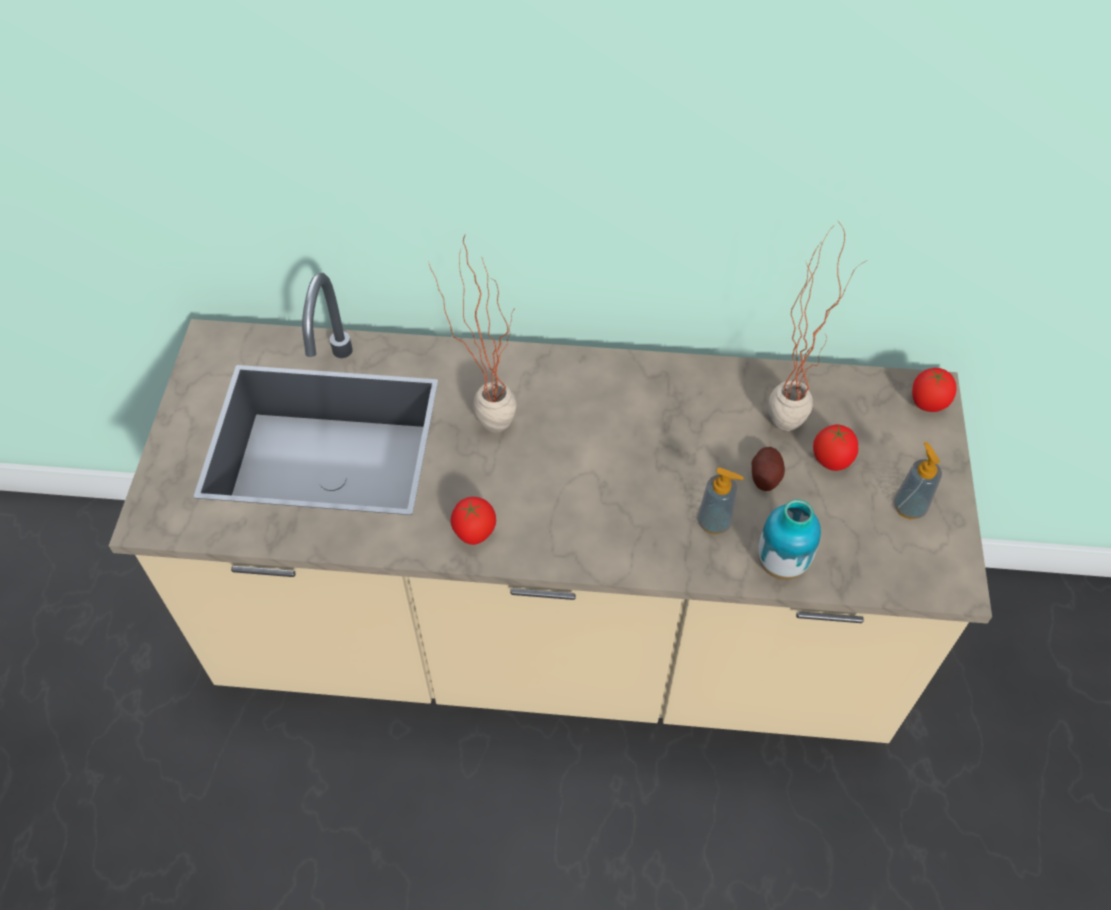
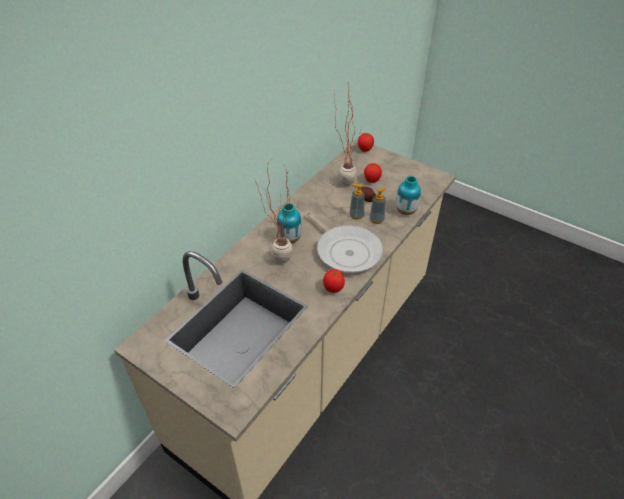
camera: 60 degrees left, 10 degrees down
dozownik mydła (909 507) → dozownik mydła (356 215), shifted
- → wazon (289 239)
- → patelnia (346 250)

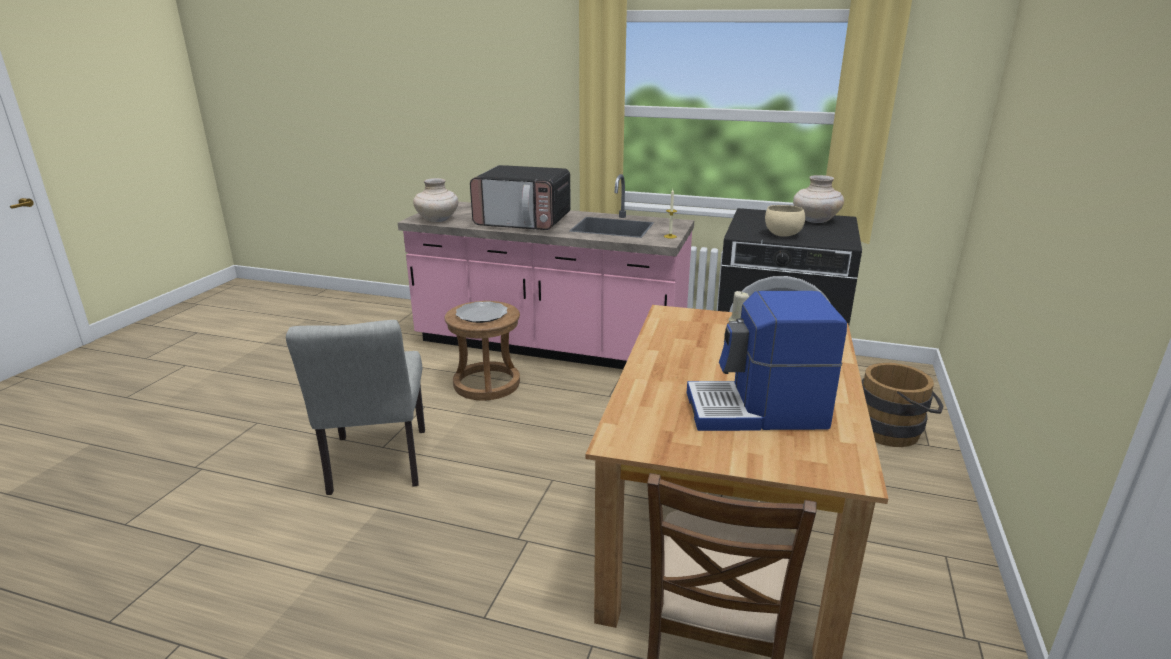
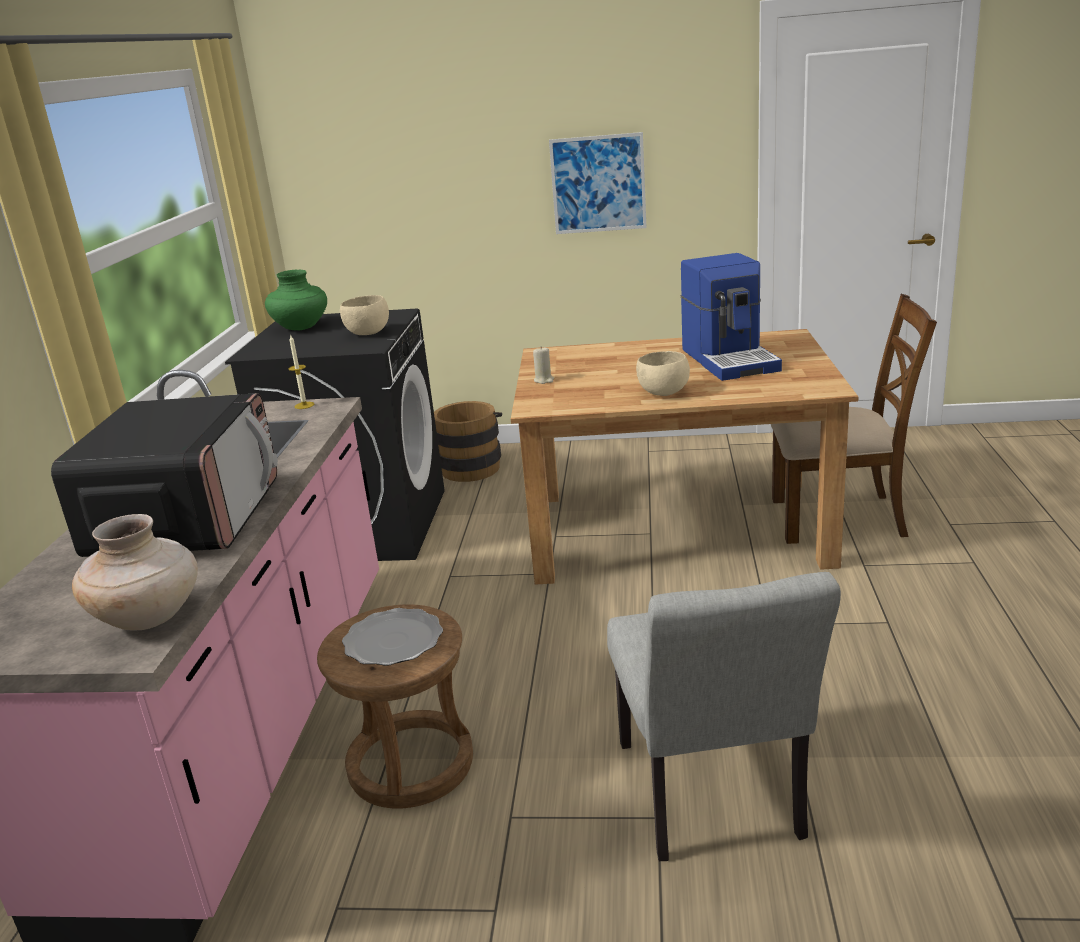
camera: 100 degrees left, 0 degrees up
wazon [beżowy] (815 221) → wazon [zielony] (301 327)
krzesło [szary] (376 466) → krzesło [szary] (713 800), 105 degrees clockwise
- → obraz (598 184)
- → miska [beżowy] (662 393)

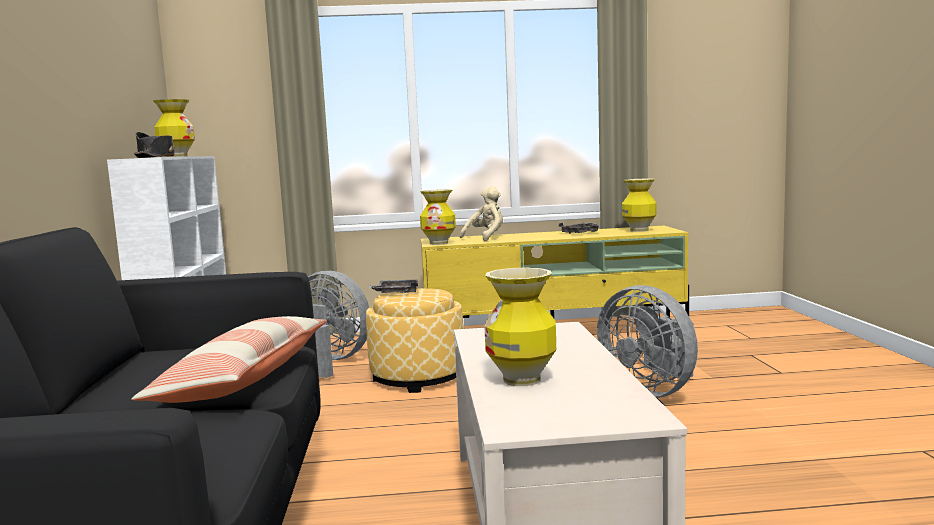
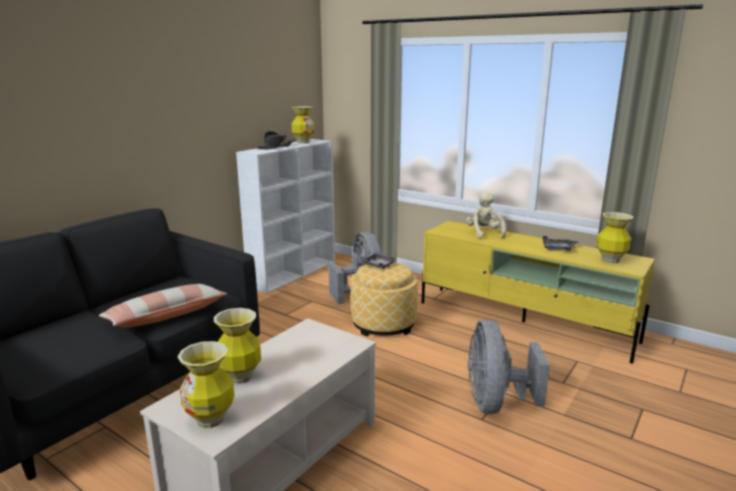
camera: 40 degrees right, 10 degrees up
pluszak [beżowy] (486 237) → pluszak [beżowy] (484 233), 90 degrees counterclockwise
wazon (439 243) → wazon (211 420), shifted

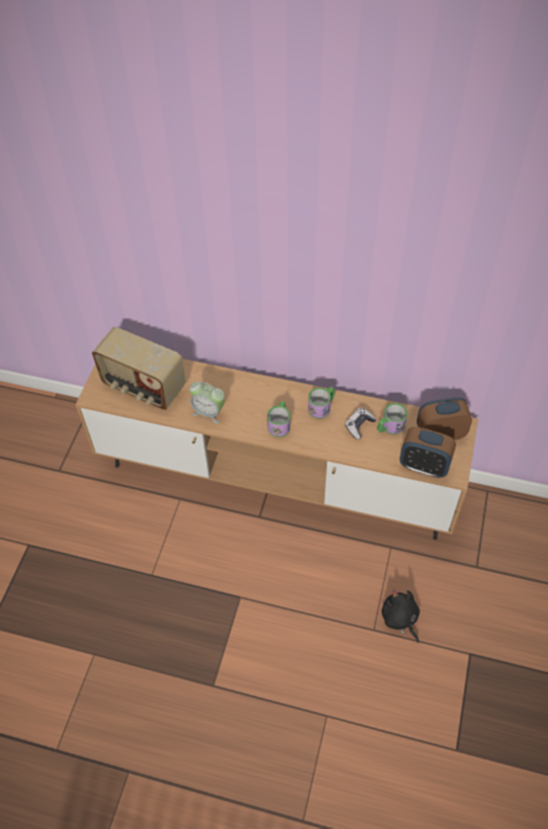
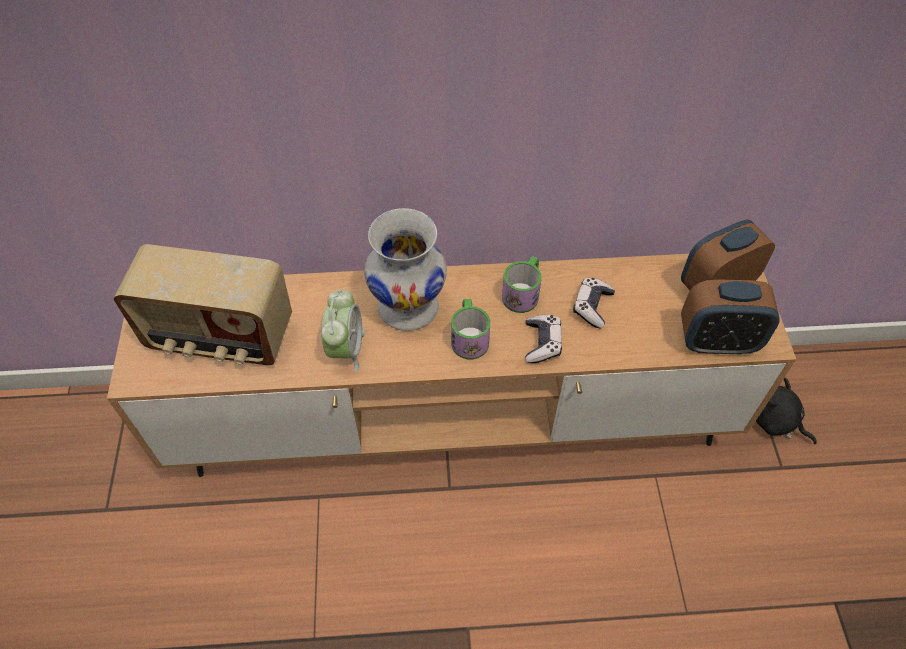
camera: 20 degrees left, 0 degrees up
budzik (208 412) → budzik (346 349), 90 degrees counterclockwise
kubek (389 427) → -
pluszak [czarny] (400 618) → pluszak [czarny] (775 421), shifted
- → wazon [biały] (407 308)
- → pad do gier (542 343)

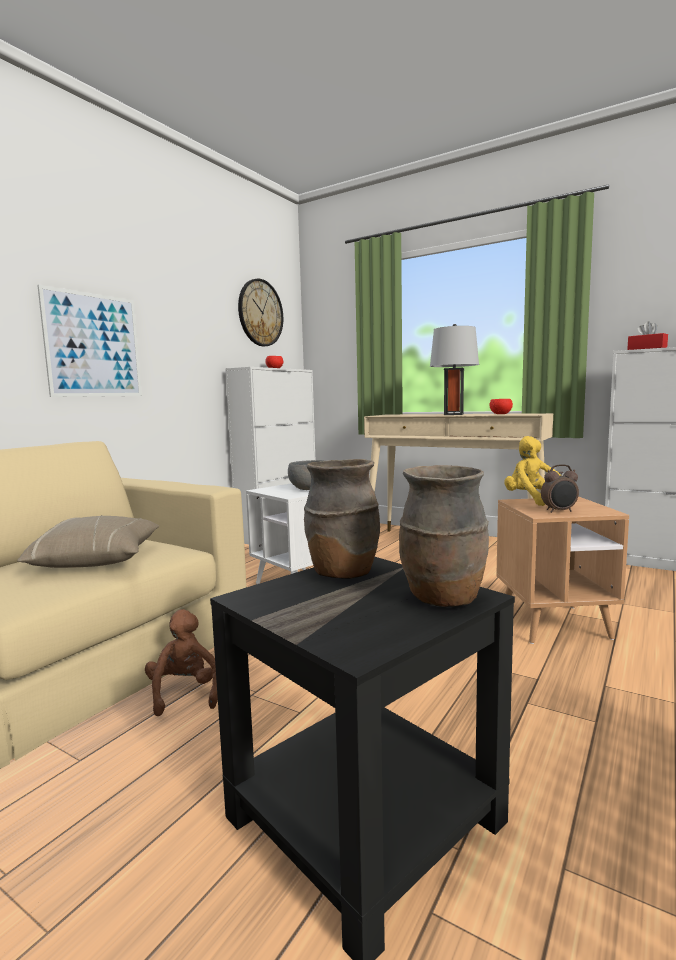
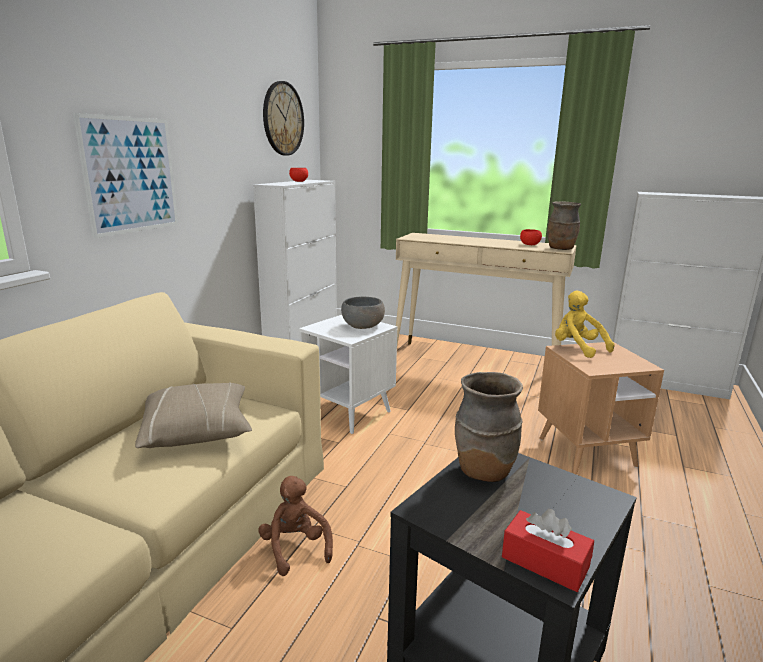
camera: 10 degrees left, 10 degrees up
pudełko chusteczek [czerwony] (647 349) → pudełko chusteczek [czerwony] (545 562), shifted
lampa stołowa [szary] (453 414) → -
budzik (559 511) → -
wazon [brązowy] (443 599) → wazon [brązowy] (561 249), shifted

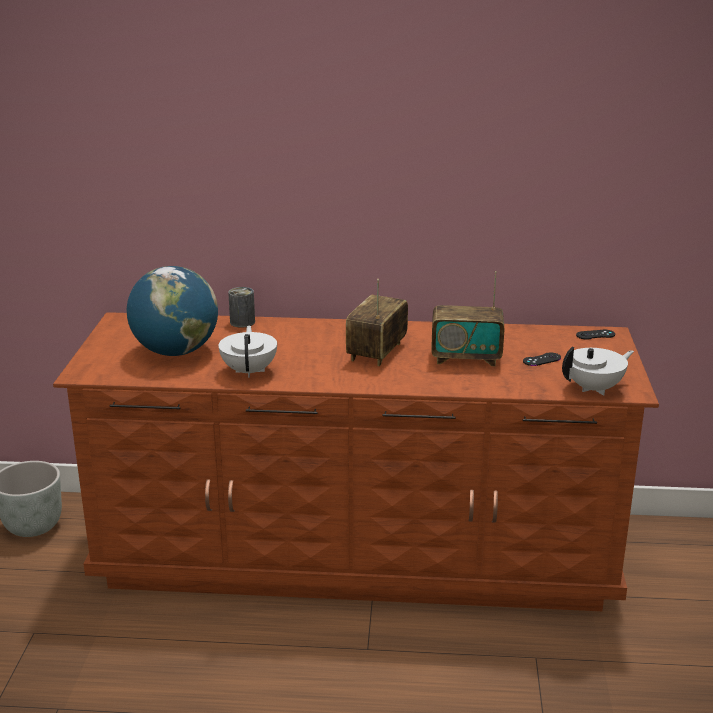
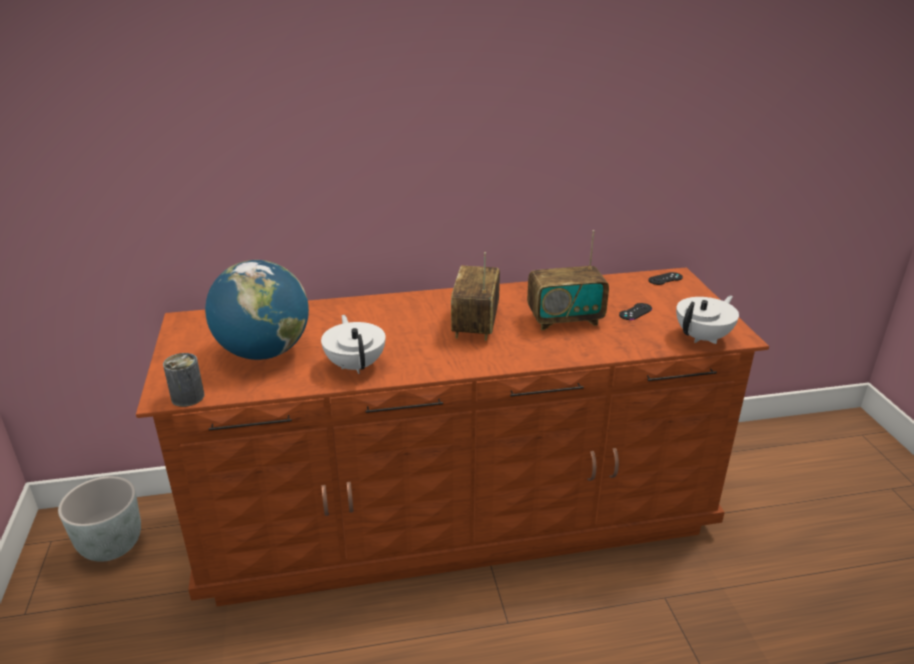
camera: 15 degrees left, 5 degrees up
puszka (242 322) → puszka (187 397), shifted

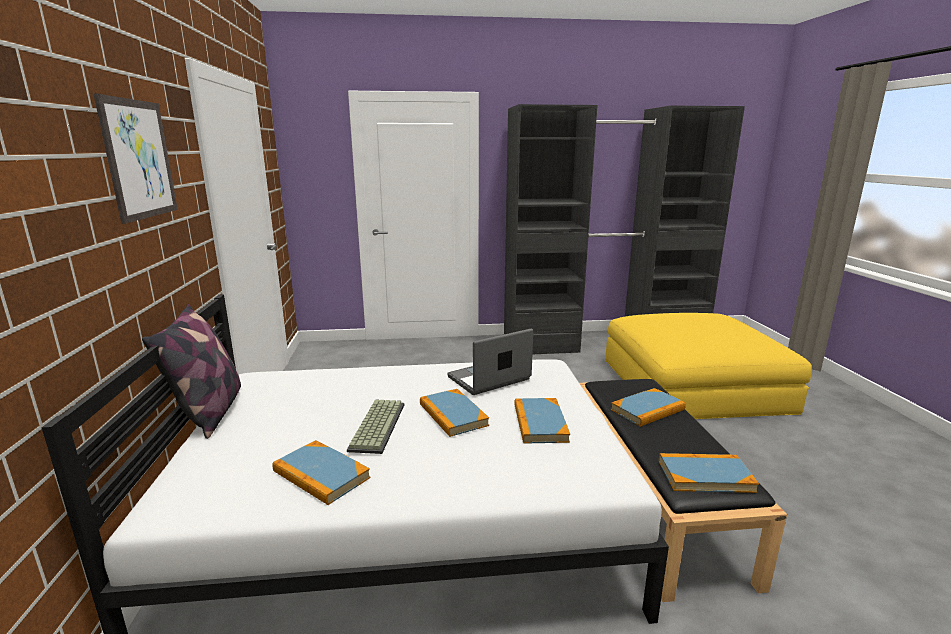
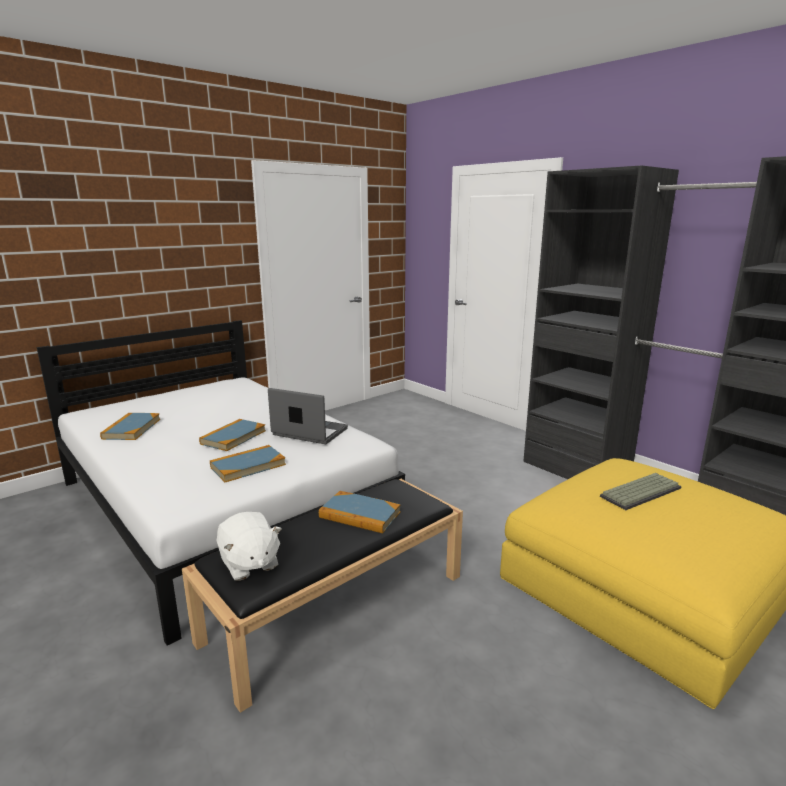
camera: 55 degrees right, 0 degrees up
obraz (139 159) → -
poduszka (210 412) → -
klawiatura (376 426) → klawiatura (640 491), shifted
książka (705 476) → pluszak [biały] (249 564)

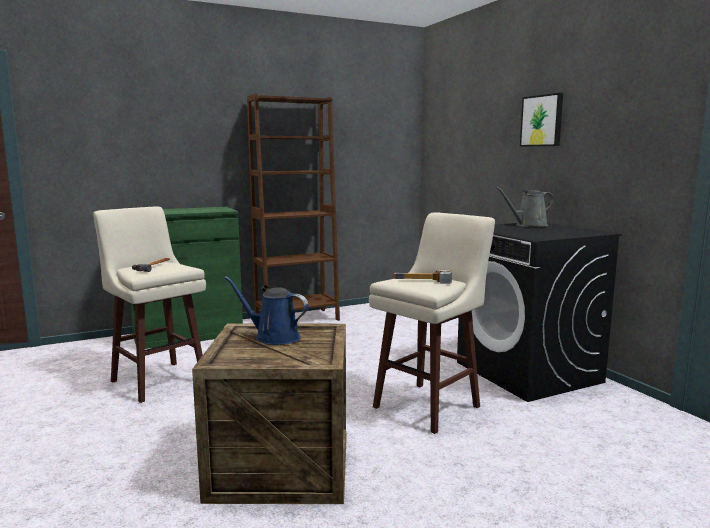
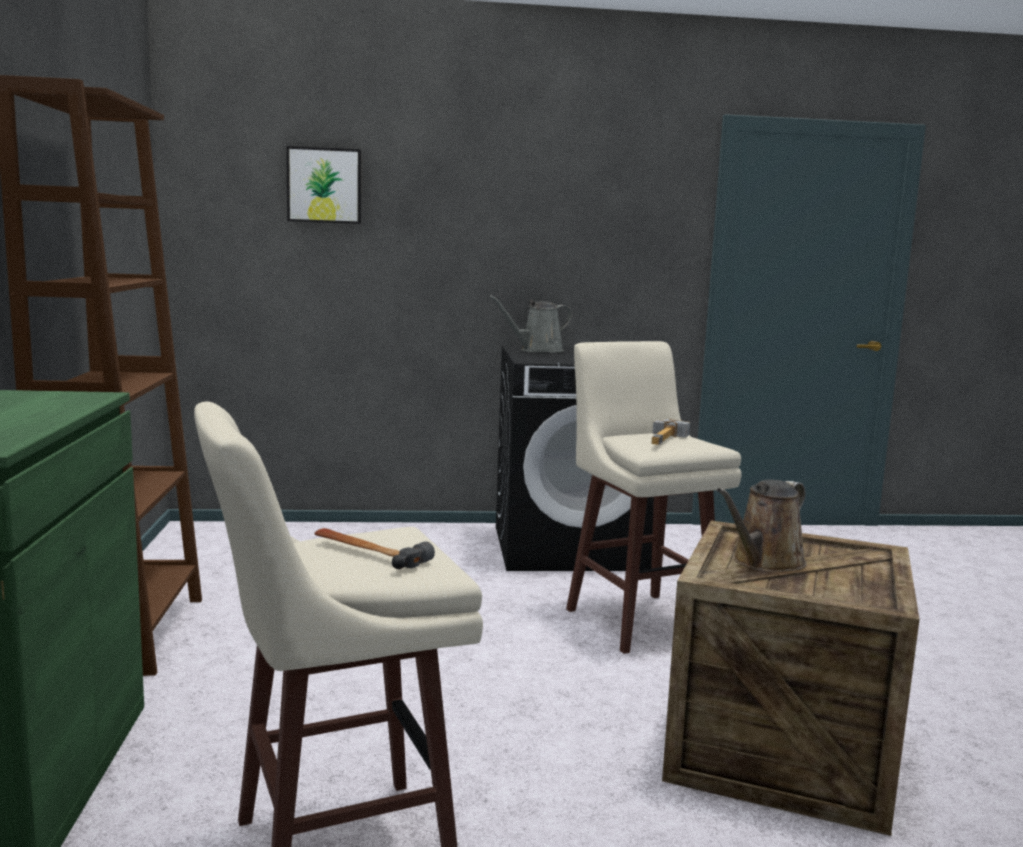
camera: 70 degrees left, 0 degrees up
obraz (542 121) → obraz (324 185), shifted
konewka [szary] (528 225) → konewka [szary] (537 350), 60 degrees clockwise
konewka [niebieski] (273 337) → konewka [brązowy] (764 562)

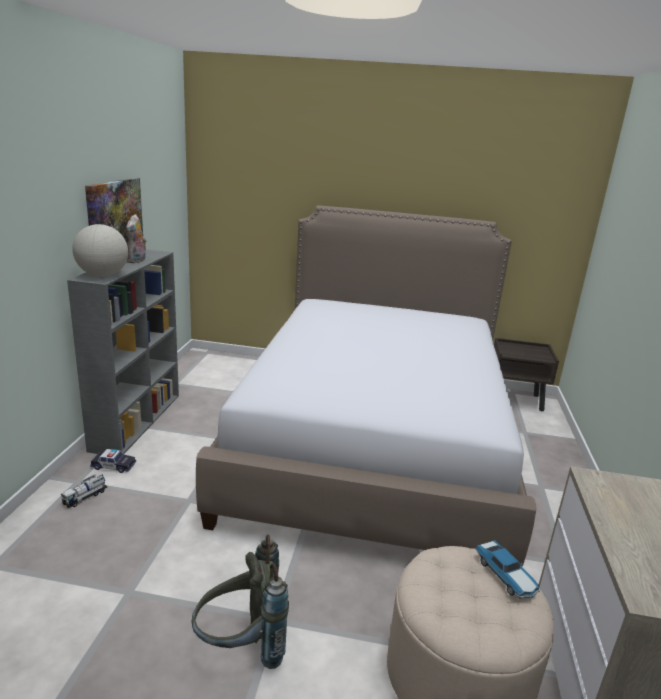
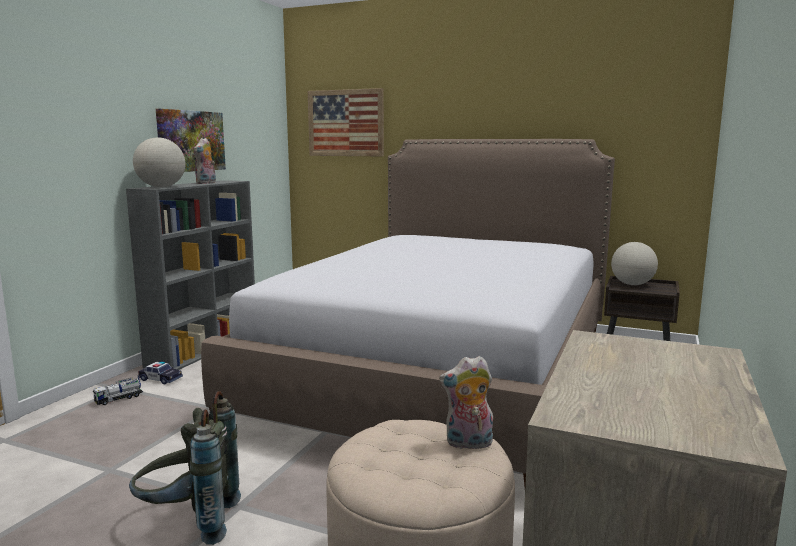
camera: 15 degrees right, 10 degrees down
samochodzik (506 576) → pluszak (468 444)
- → obraz (345 123)
- → globus (632 284)

